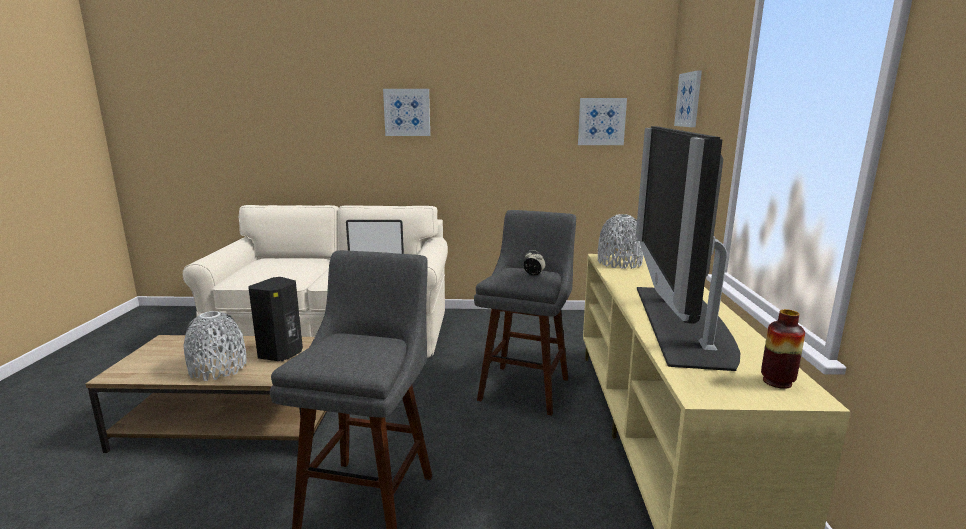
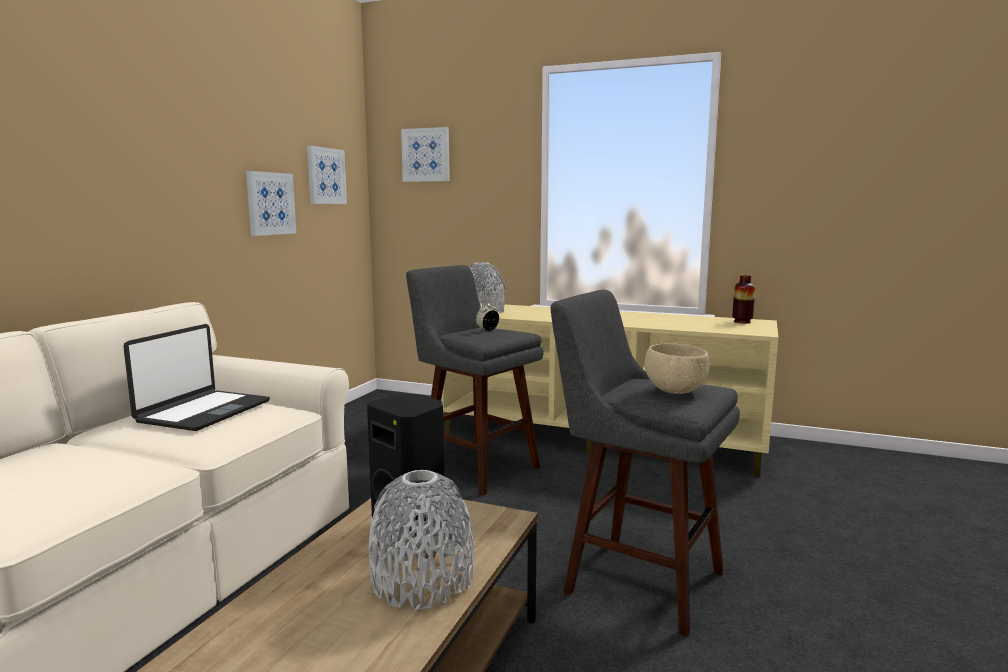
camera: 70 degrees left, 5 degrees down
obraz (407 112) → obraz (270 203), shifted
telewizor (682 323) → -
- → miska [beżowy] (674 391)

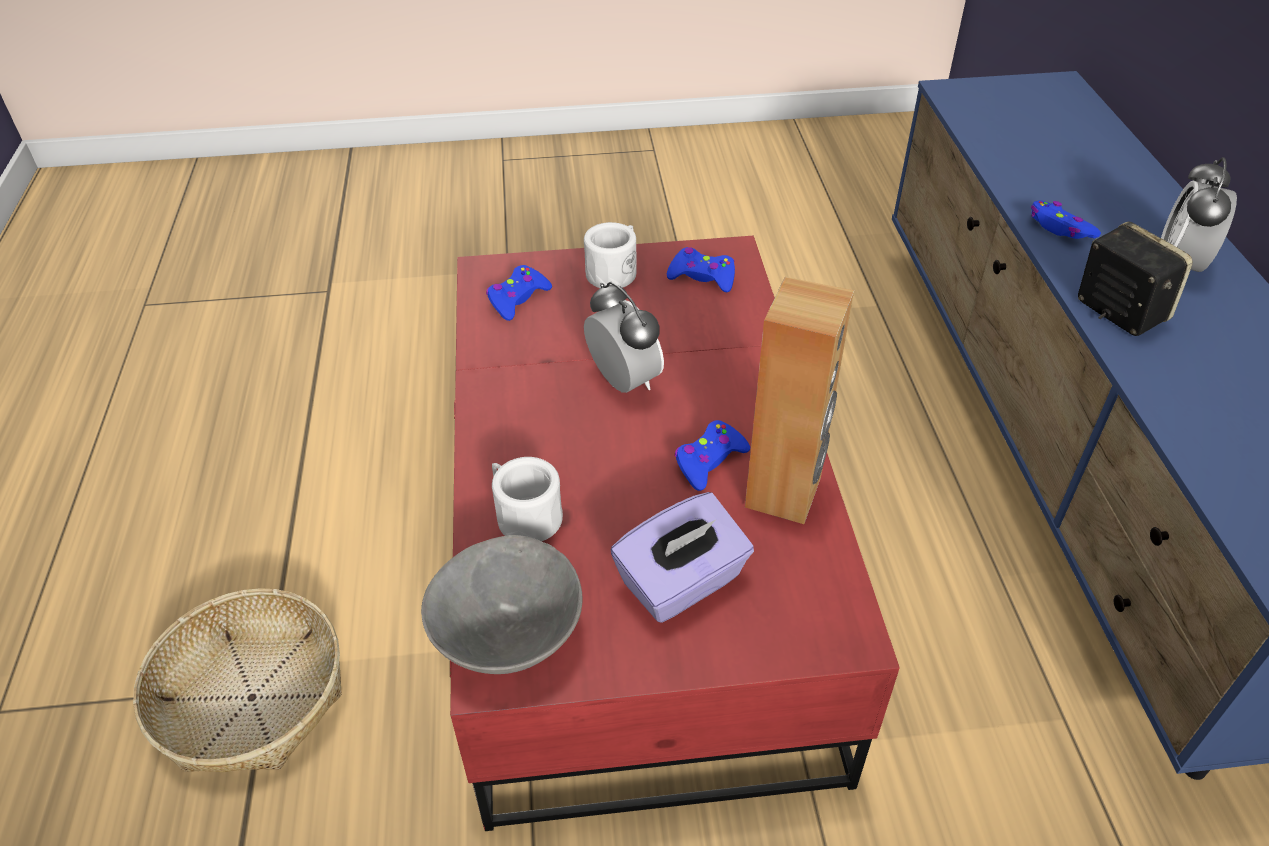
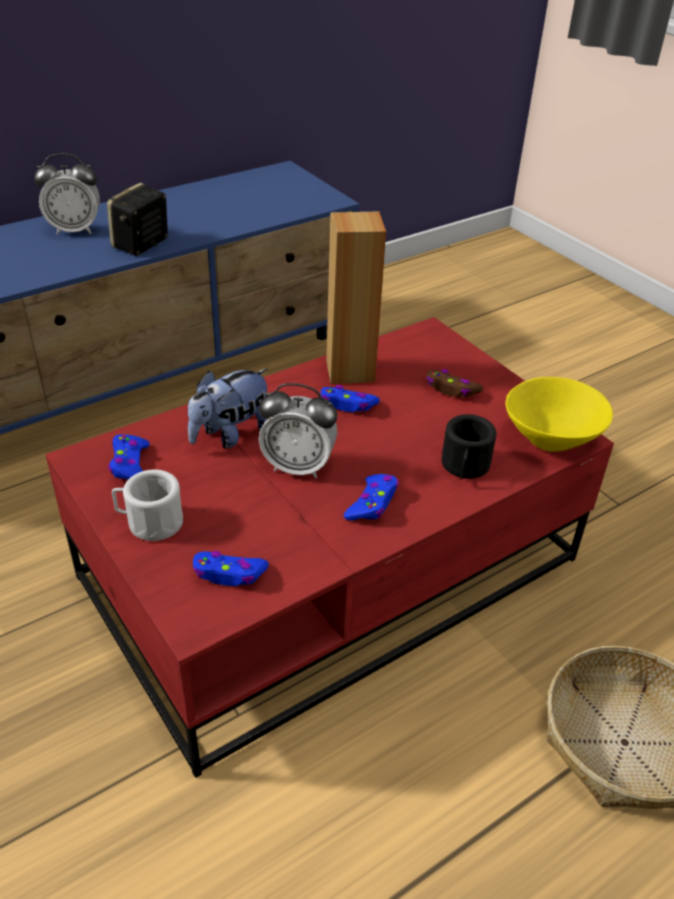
camera: 120 degrees left, 5 degrees down
pad do gier [niebieski] (1060 228) → pad do gier [niebieski] (372 503), shifted
budzik (624 381) → budzik (298 466), 105 degrees counterclockwise
kubek [biały] (524 515) → kubek [czarny] (464 467)
pudełko chusteczek [fioletowy] (682 583) → pad do gier [brązowy] (451 389)
miska [szary] (510 636) → miska [żółty] (549 439)
- → pluszak (231 434)

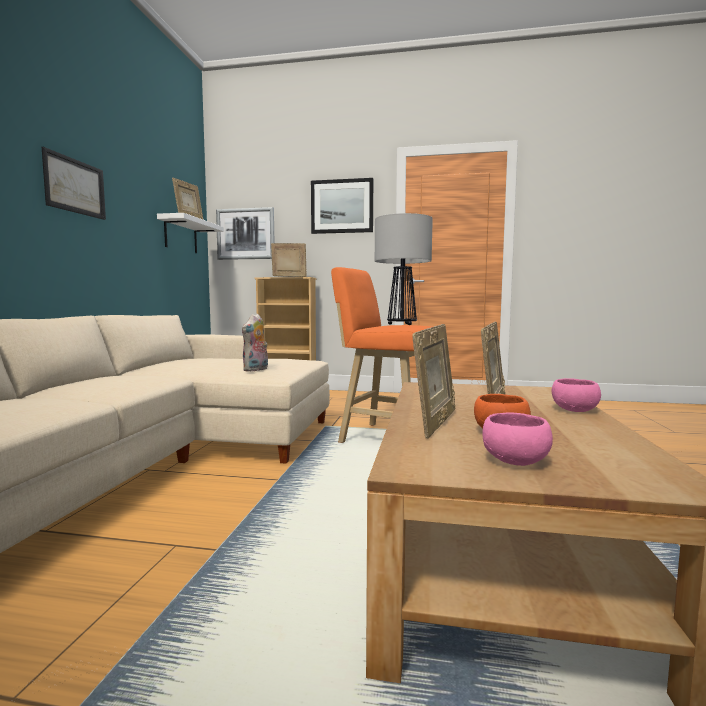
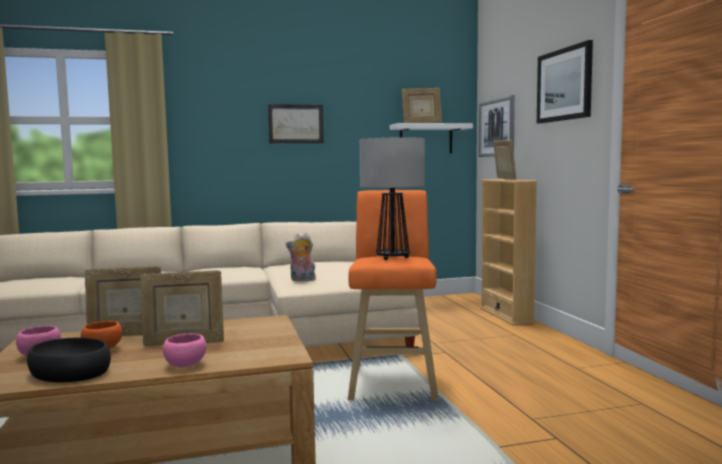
camera: 65 degrees right, 0 degrees up
- → miska [czarny] (71 371)

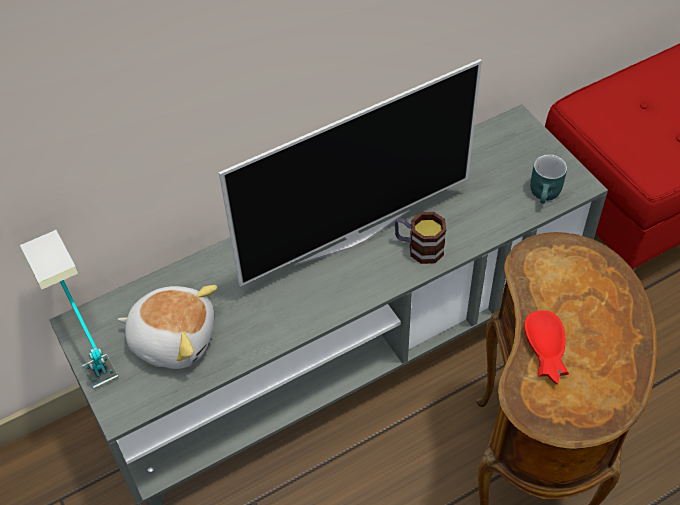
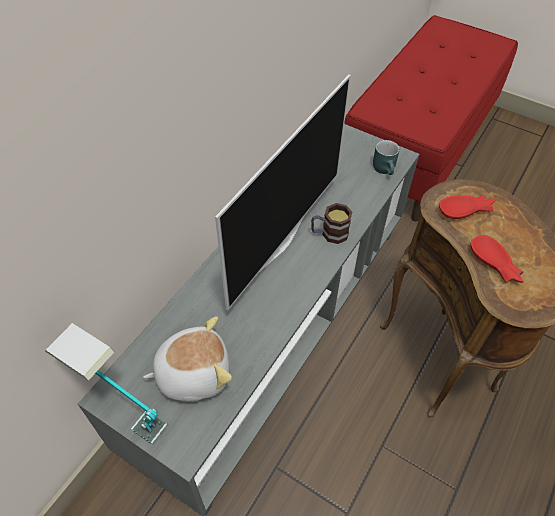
camera: 30 degrees left, 0 degrees up
- → miska [czerwony] (466 211)

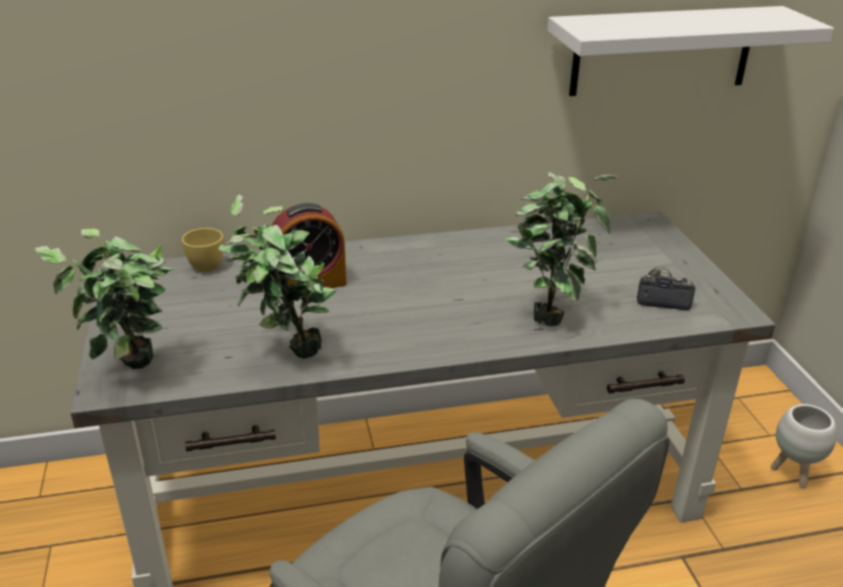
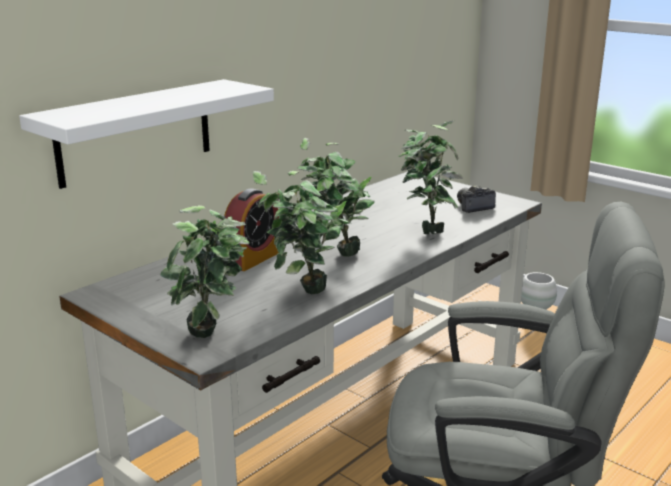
camera: 35 degrees left, 10 degrees down
półka [biały] (662 51) → półka [biały] (135 132), shifted
filiżanka [żółty] (208 264) → -
- → roślina doniczkowa (334 255)

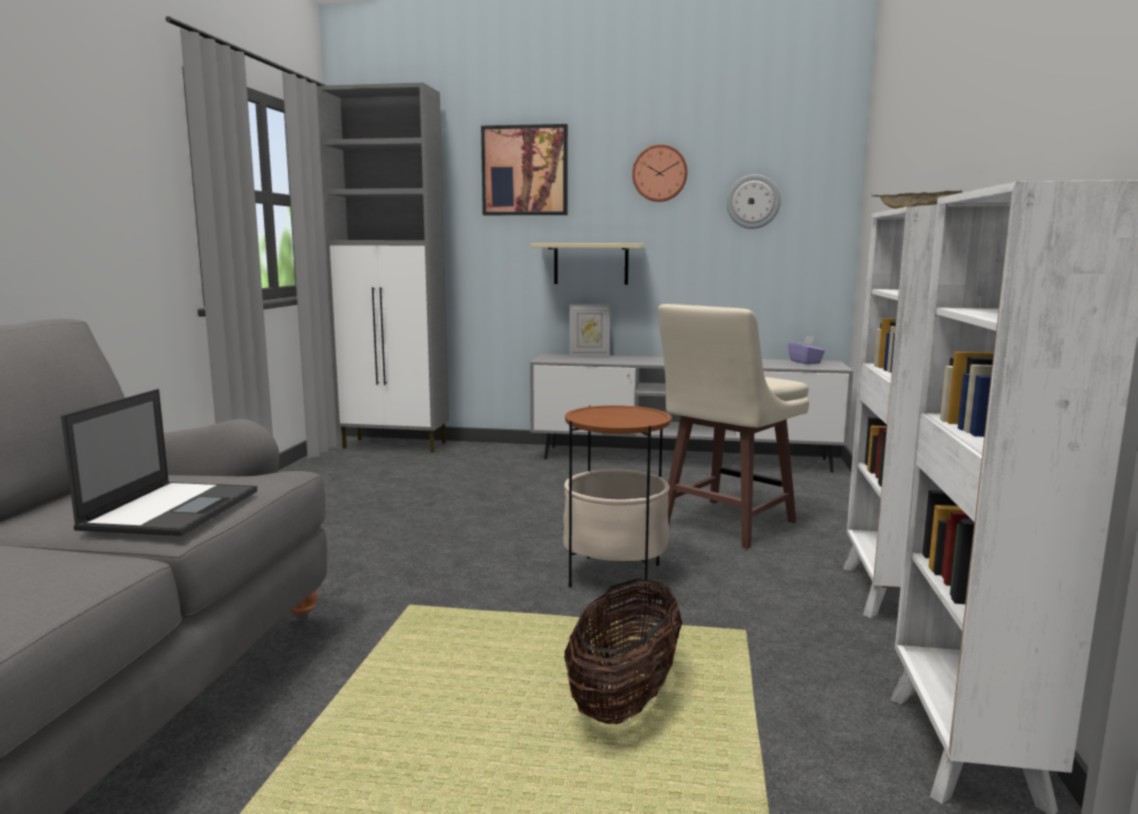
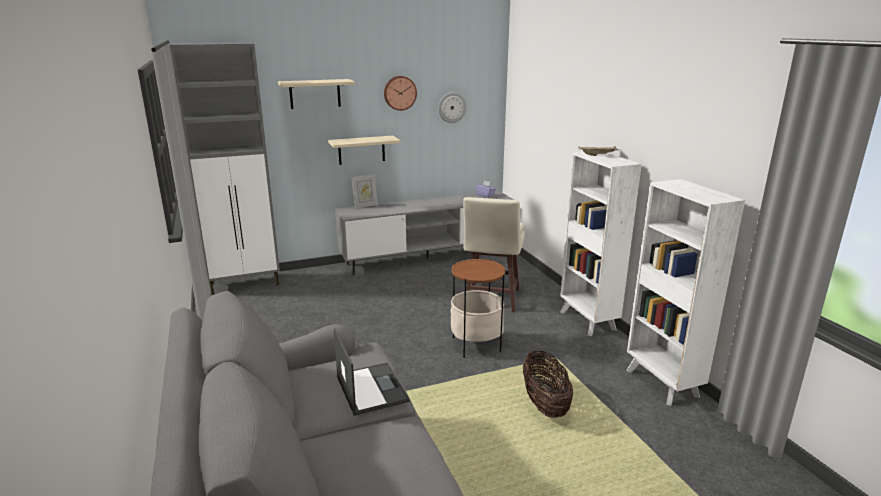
camera: 30 degrees left, 10 degrees up
obraz (525 171) → półka [beżowy] (315 94)

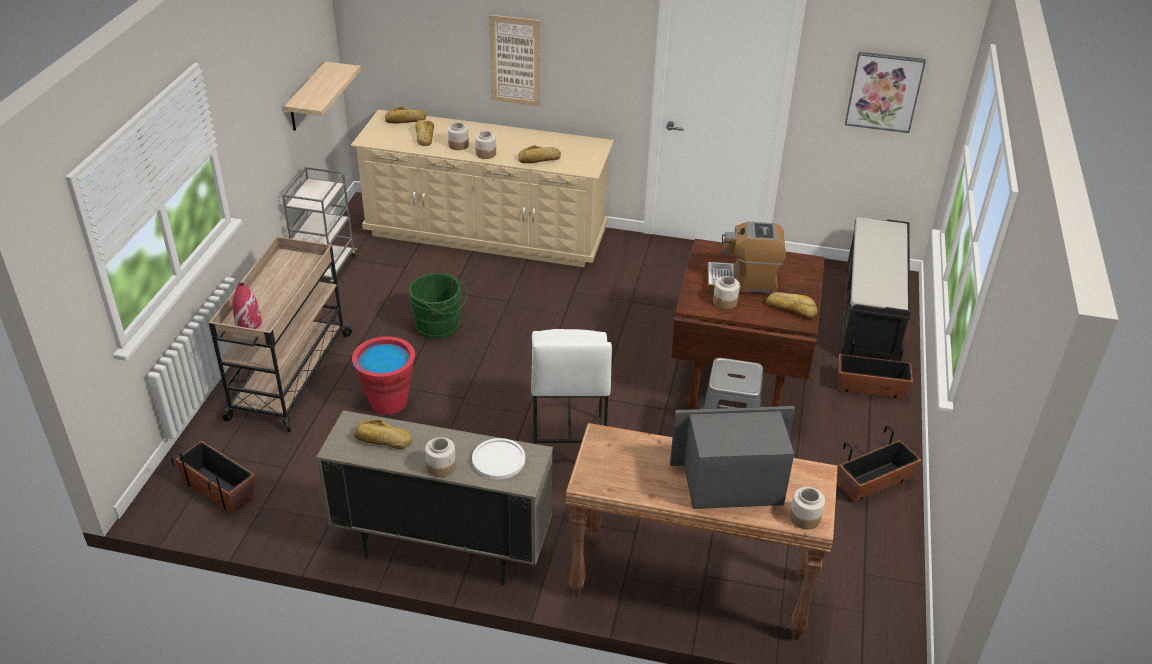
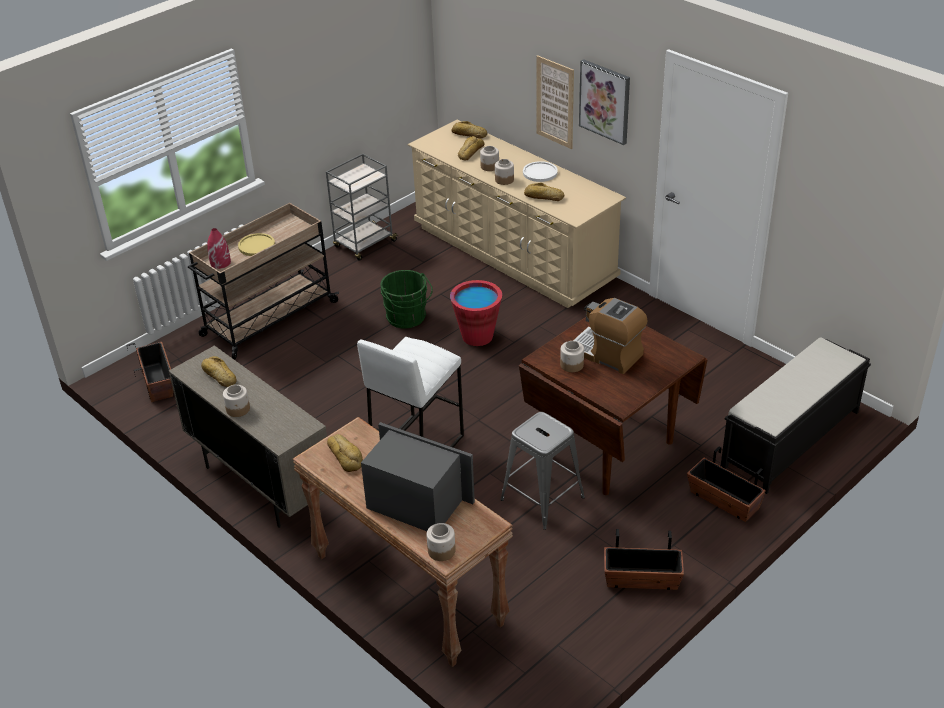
camera: 35 degrees right, 0 degrees up
obraz (884 91) → obraz (605 101), shifted
półka (307 98) → -
chleb (791 308) → chleb (345 455), shifted
wiadro [czerwony] (388 402) → wiadro [czerwony] (477 336), shifted
talerz [biały] (498 460) → talerz [biały] (540 172), shifted
- → talerz [żółty] (256 245)

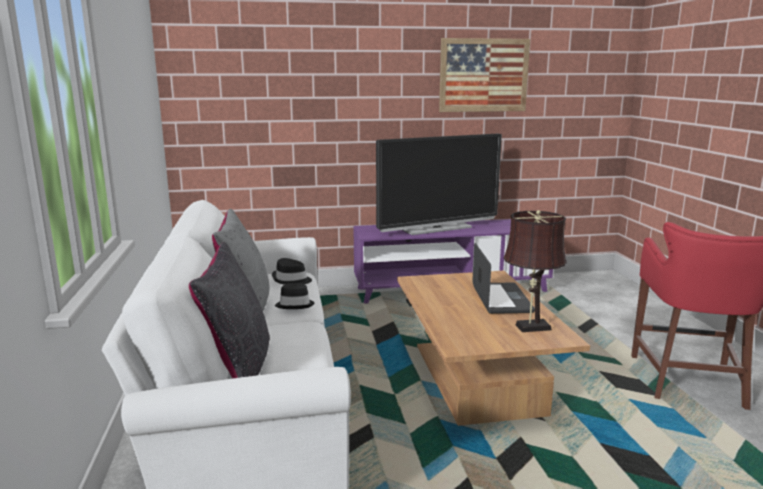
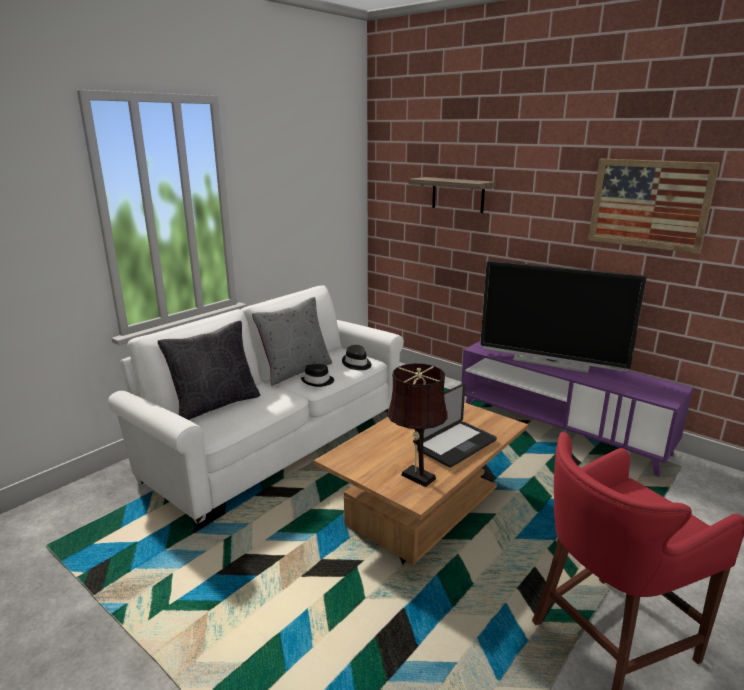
camera: 50 degrees right, 5 degrees up
- → półka (458 194)

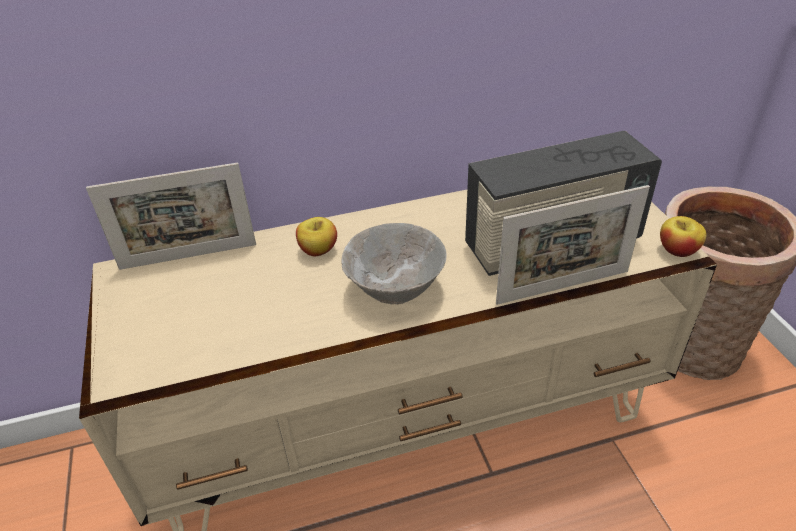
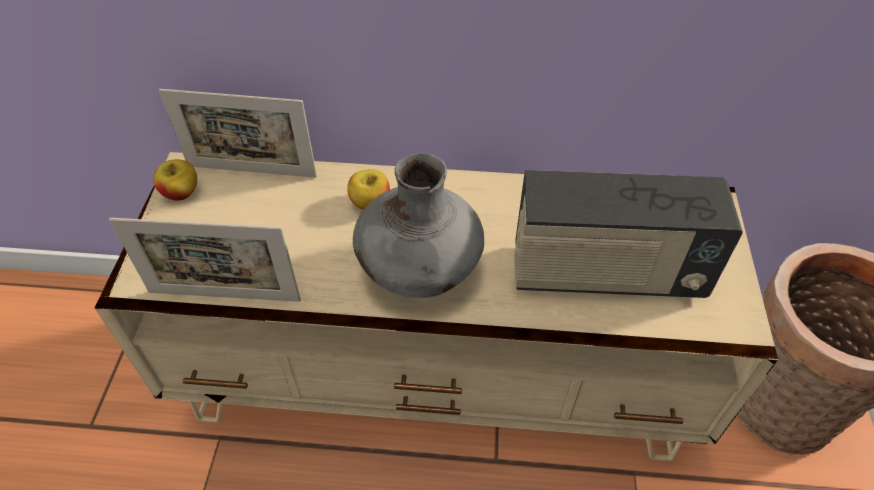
camera: 20 degrees right, 10 degrees up
ramka na zdjęcie (563 287) → ramka na zdjęcie (224 296), shifted
jabłko (677 250) → jabłko (181 192), shifted
miska [szary] (394 289) → wazon [szary] (418 271)

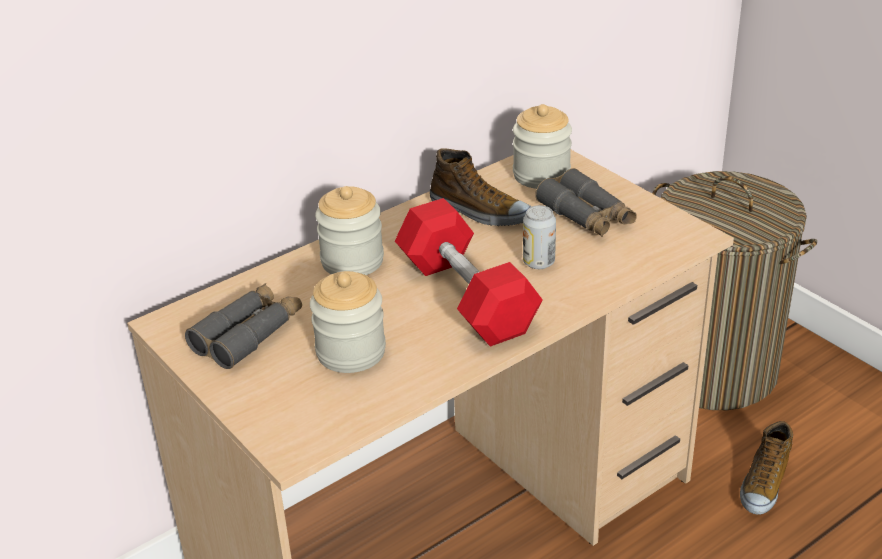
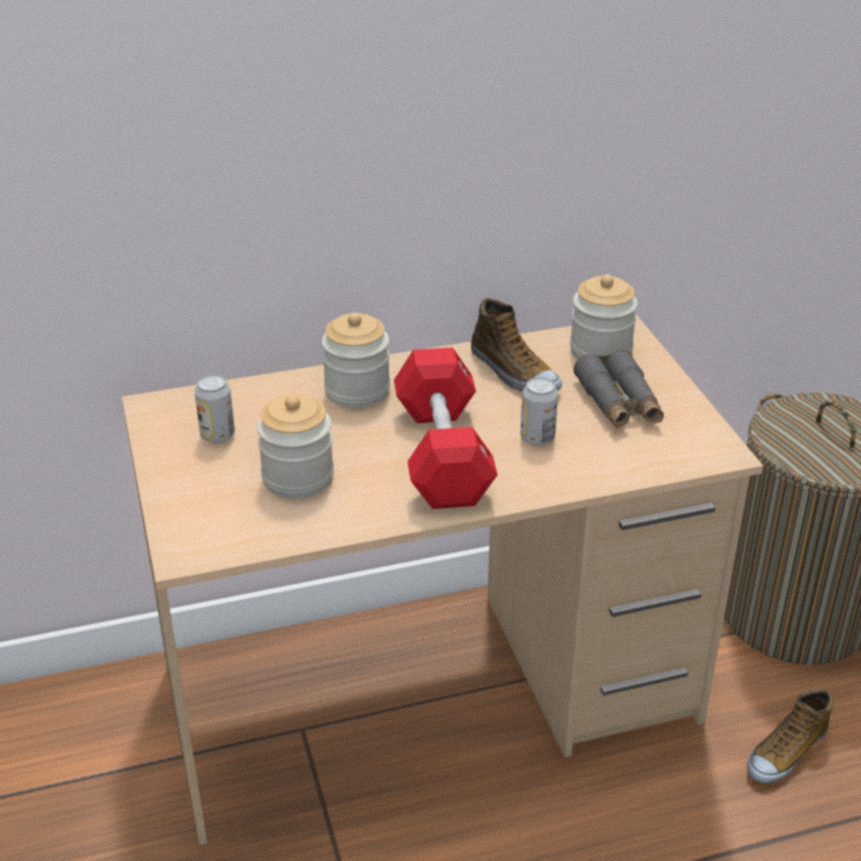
camera: 20 degrees right, 0 degrees up
lornetka [szary] (248 334) → puszka (217 435)

